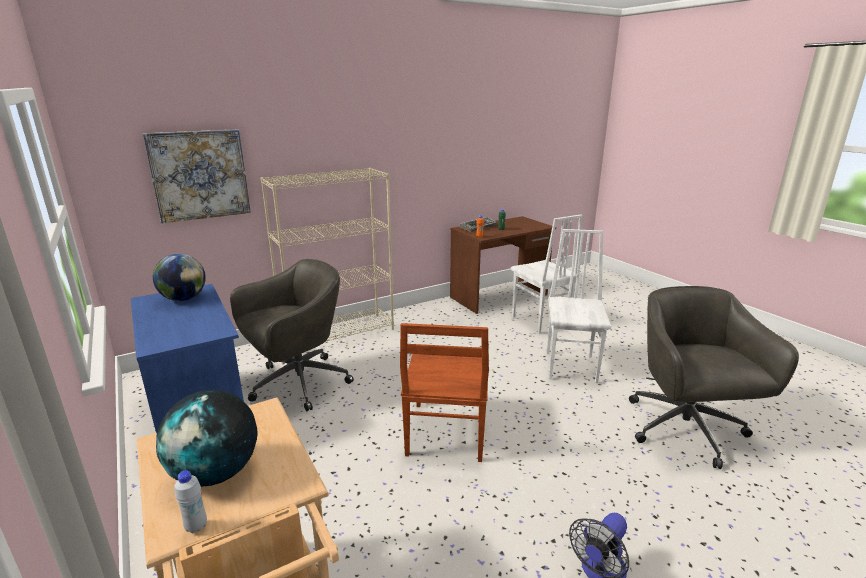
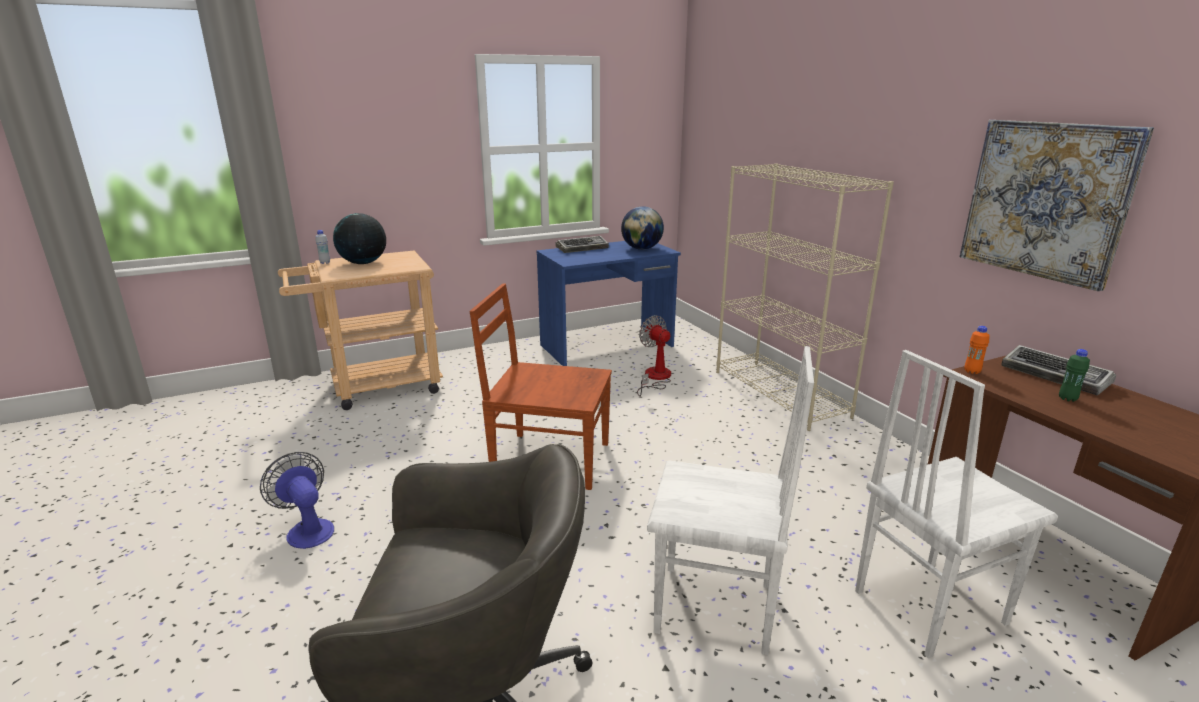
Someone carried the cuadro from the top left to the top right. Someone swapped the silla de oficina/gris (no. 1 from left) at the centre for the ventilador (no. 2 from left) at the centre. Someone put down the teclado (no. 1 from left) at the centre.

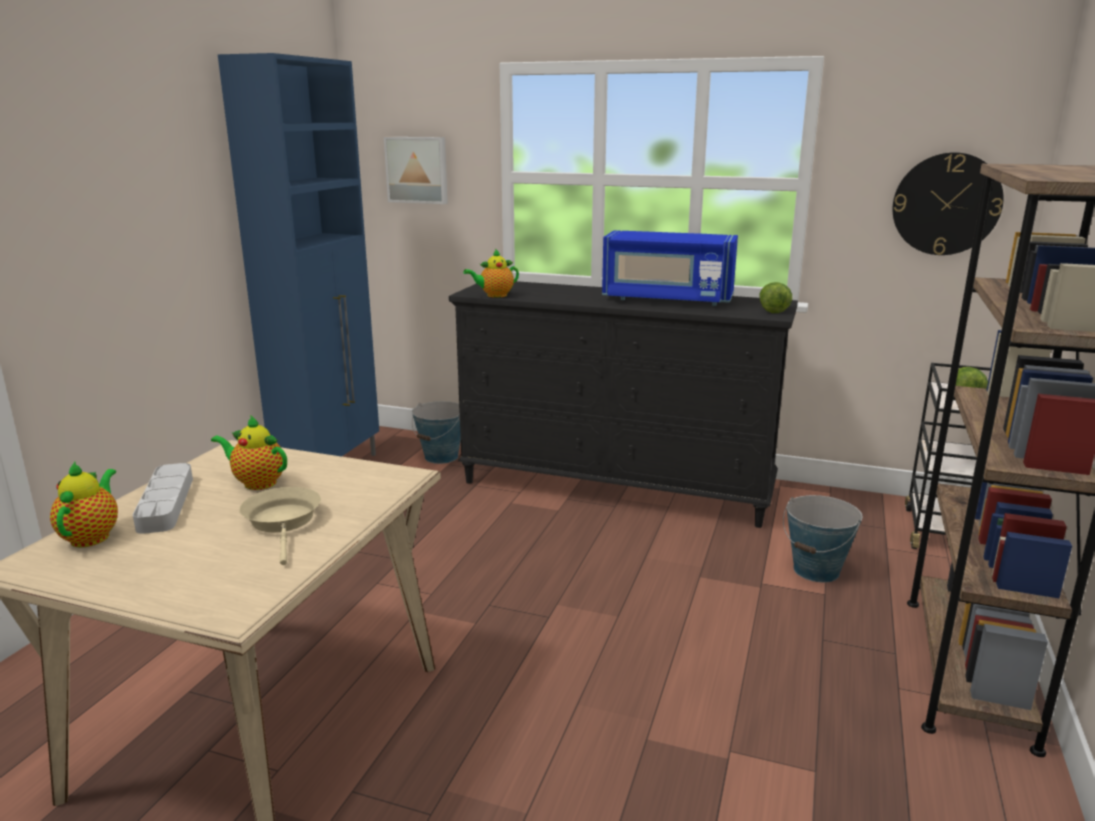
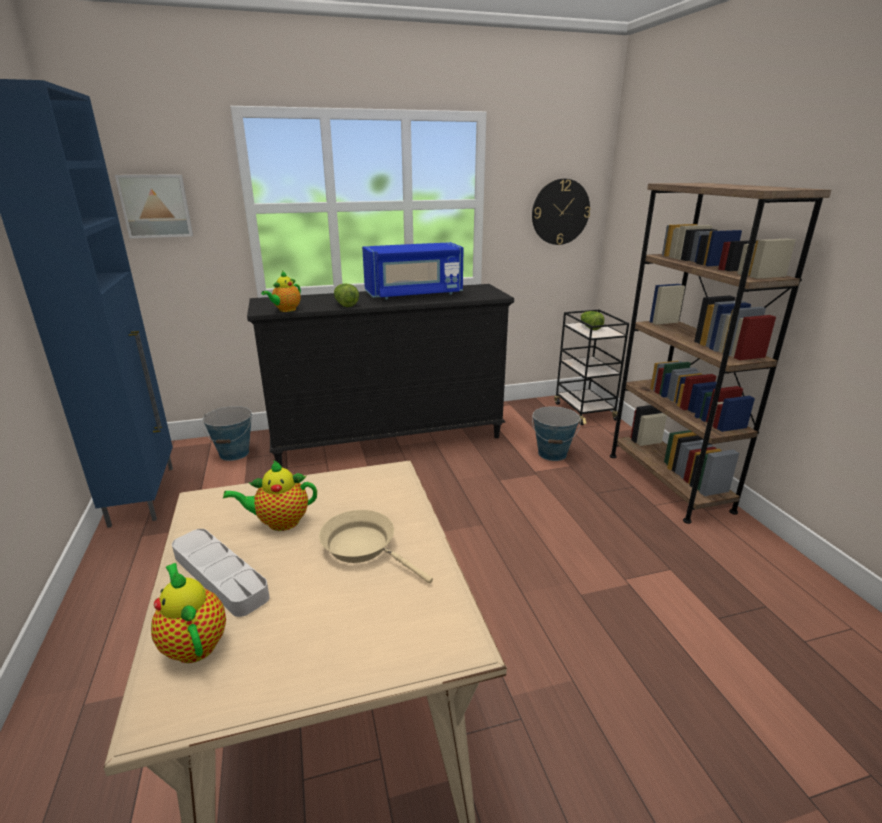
Someone carried the lechuga (no. 1 from left) from the middle right to the centre.

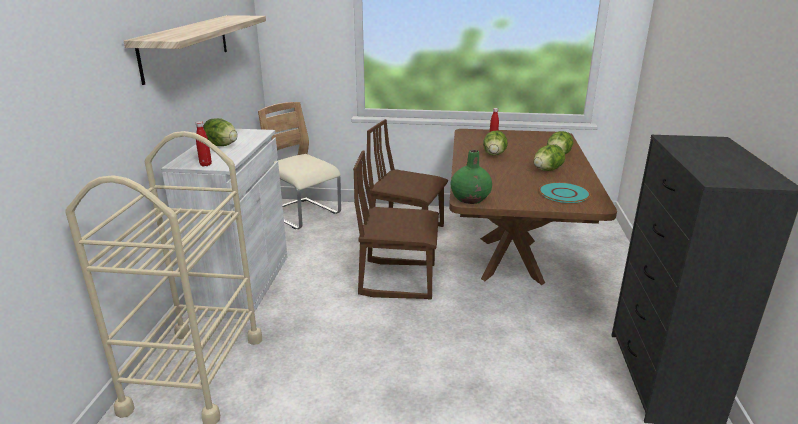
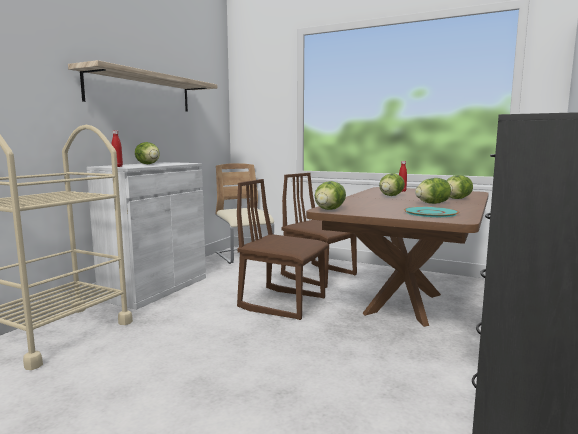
Someone swapped the florero/verde at the centre for the lechuga (no. 2 from left) at the centre.

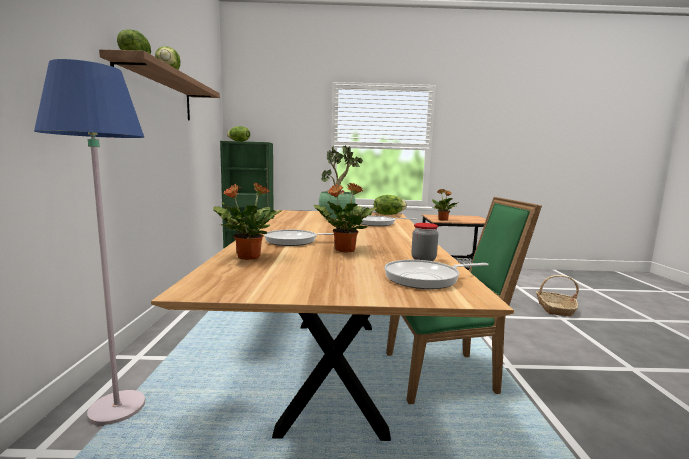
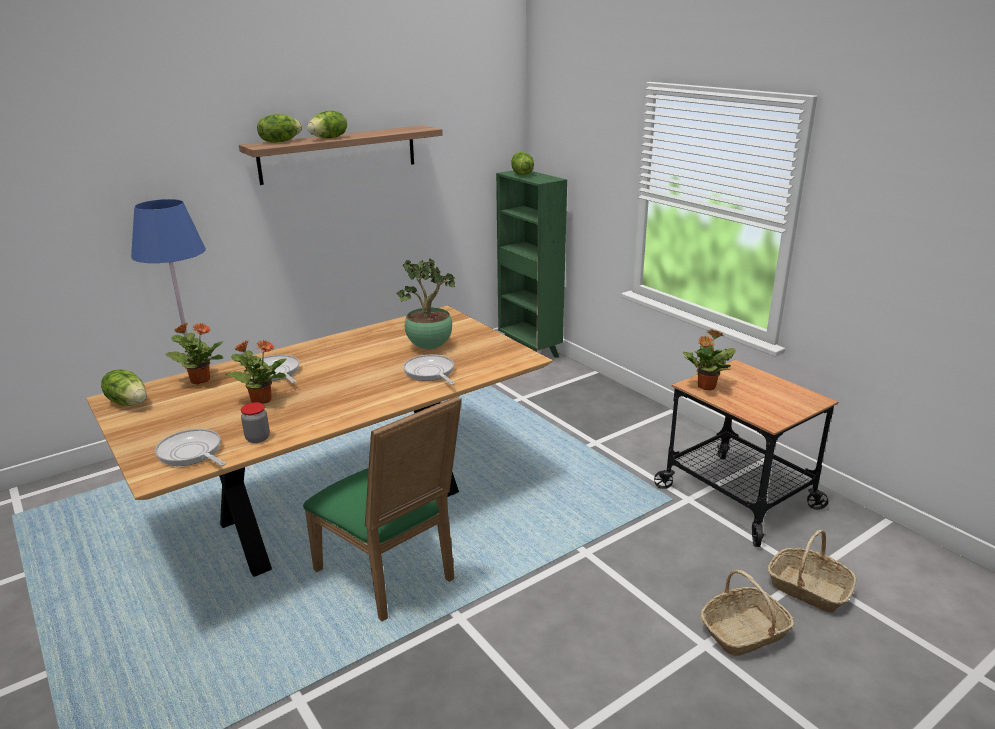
Someone carried the lechuga (no. 4 from left in the first image) from the centre to the middle left. Someone put down the cesta (no. 2 from left) at the bottom right.

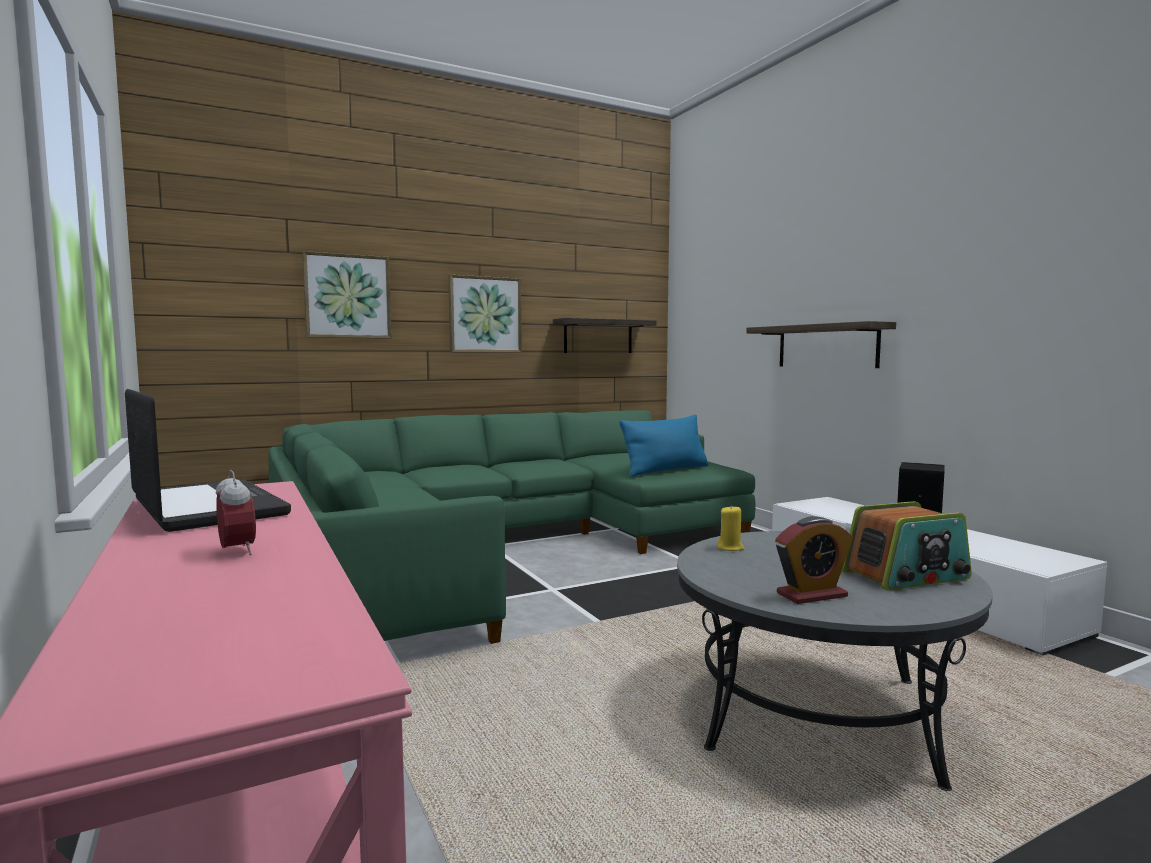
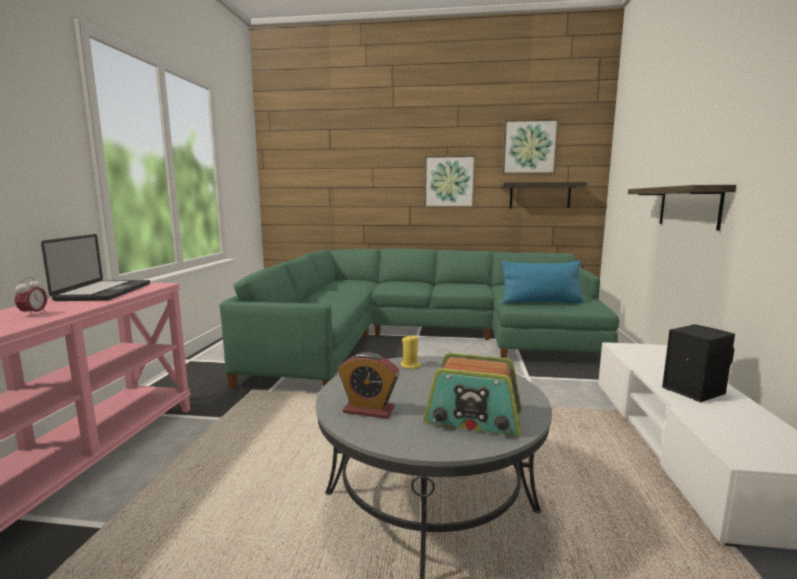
Someone carried the cuadro (no. 1 from left in the first image) from the middle left to the top centre.

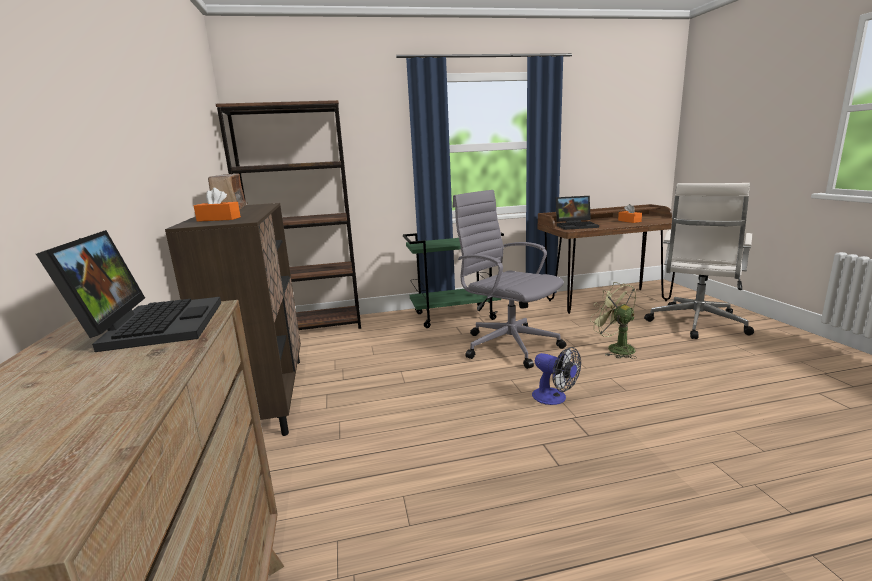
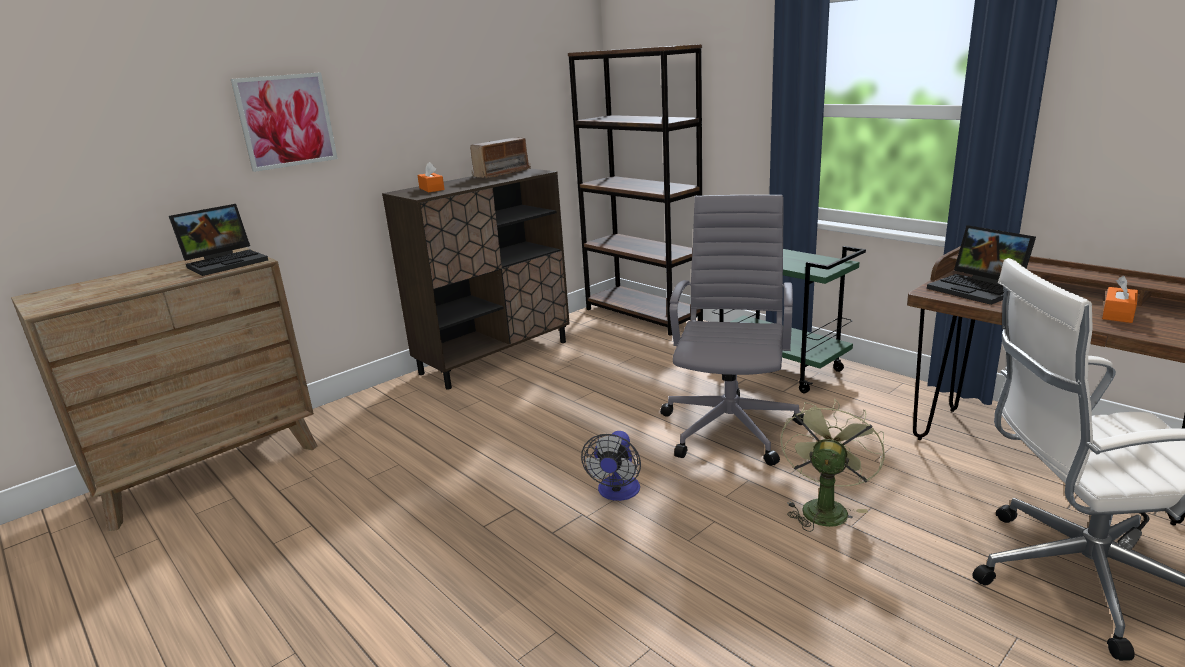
Someone put up the cuadro at the top left.

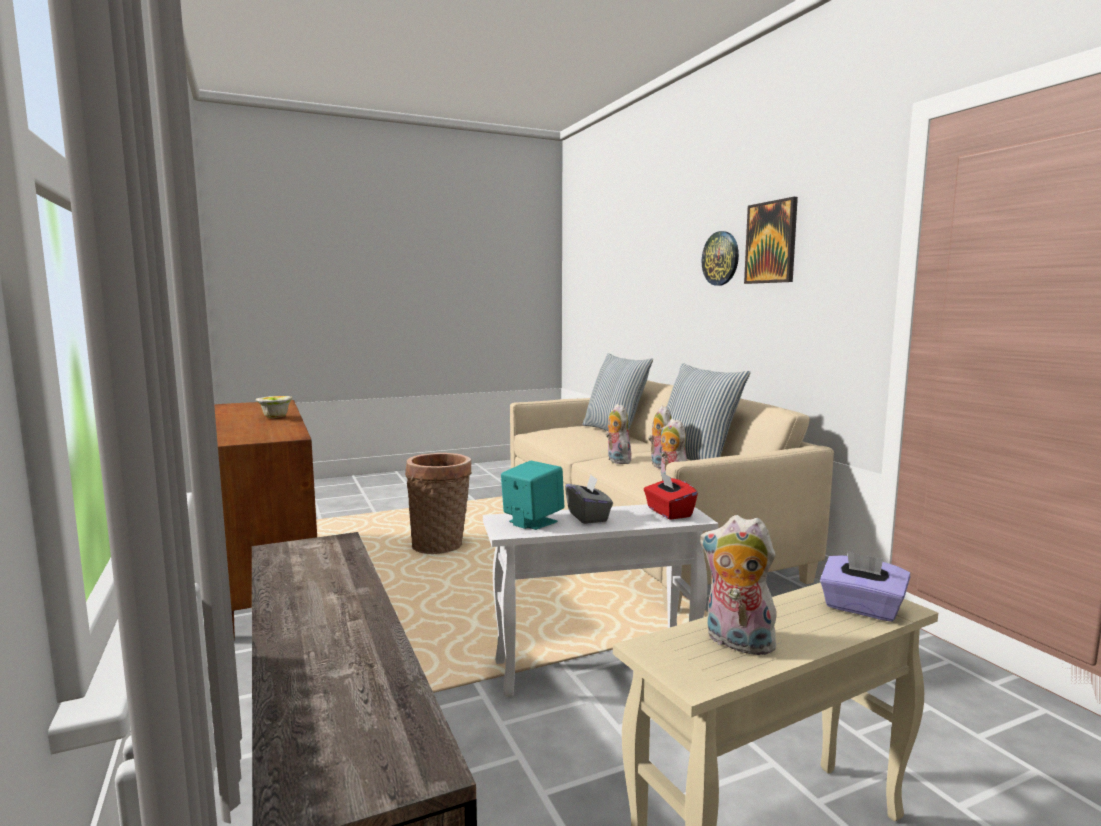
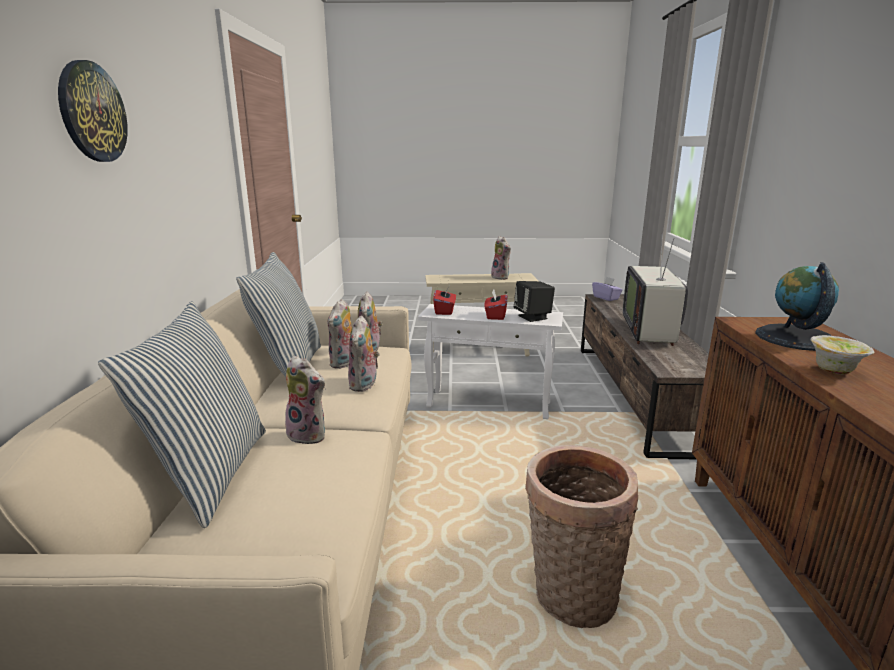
Someone repainted the altavoz/turquesa at the centre, which became the altavoz/negro at the centre. Someone repainted the caja de pañuelos/gris at the centre, which became the caja de pañuelos/rojo (no. 2 from left) at the centre. Someone took away the cuadro at the top right. Someone carried the caja de pañuelos/morado from the bottom right to the middle right. Someone put down the peluche (no. 1 from left) at the centre. Someone put down the televisor at the middle right. Someone put down the globo terráqueo at the middle right.

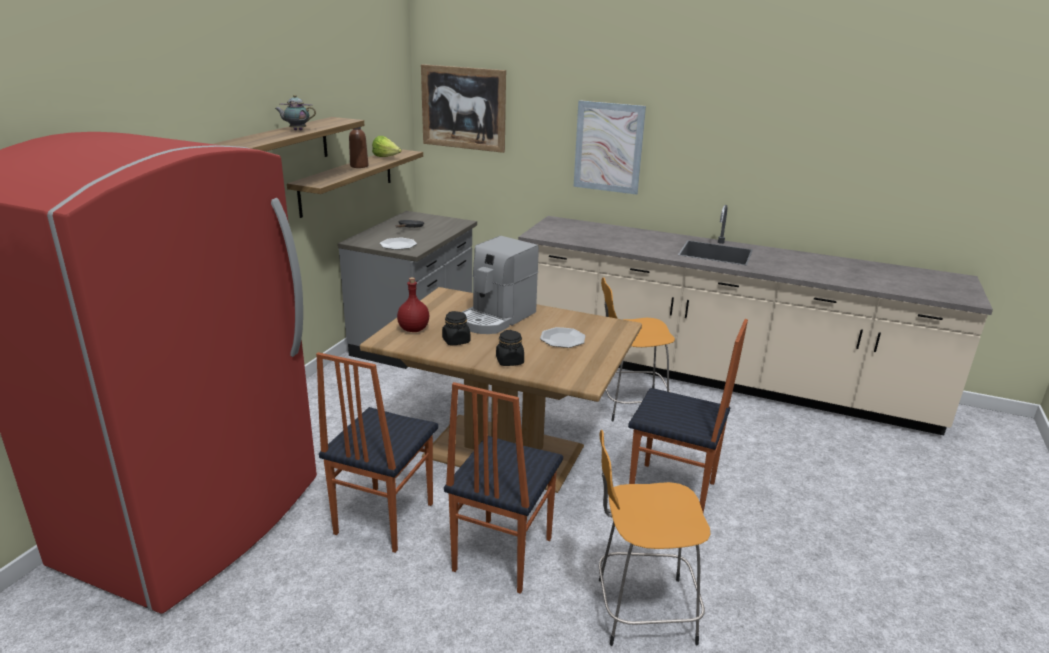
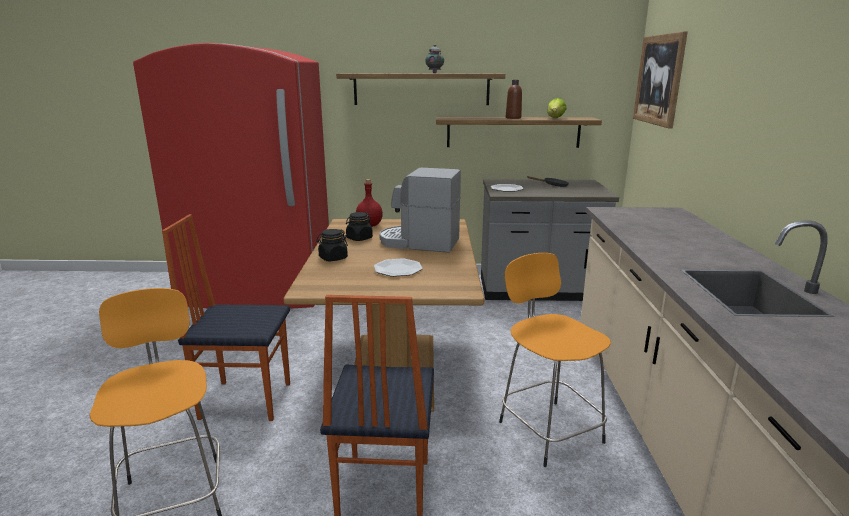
Someone took away the silla (no. 1 from left) at the bottom centre. Someone took away the cuadro (no. 2 from left) at the top centre.

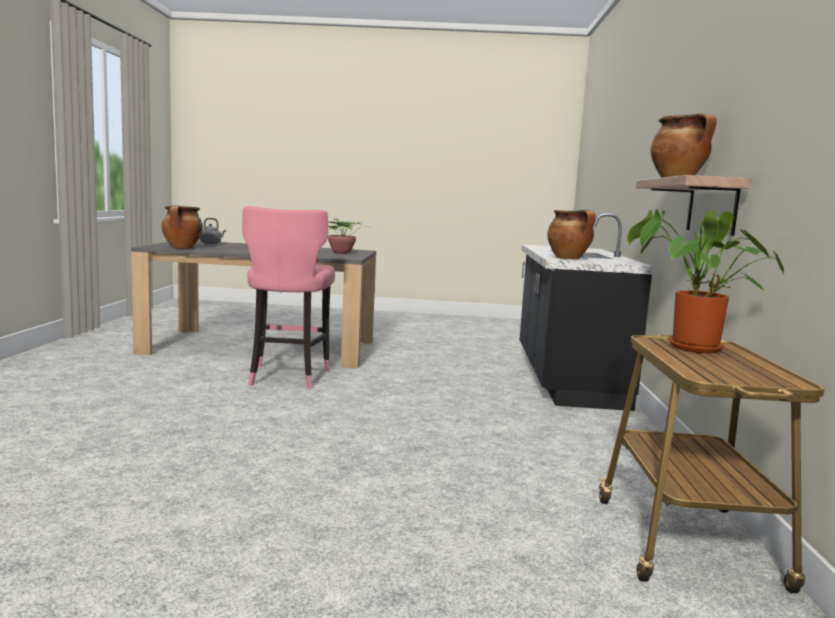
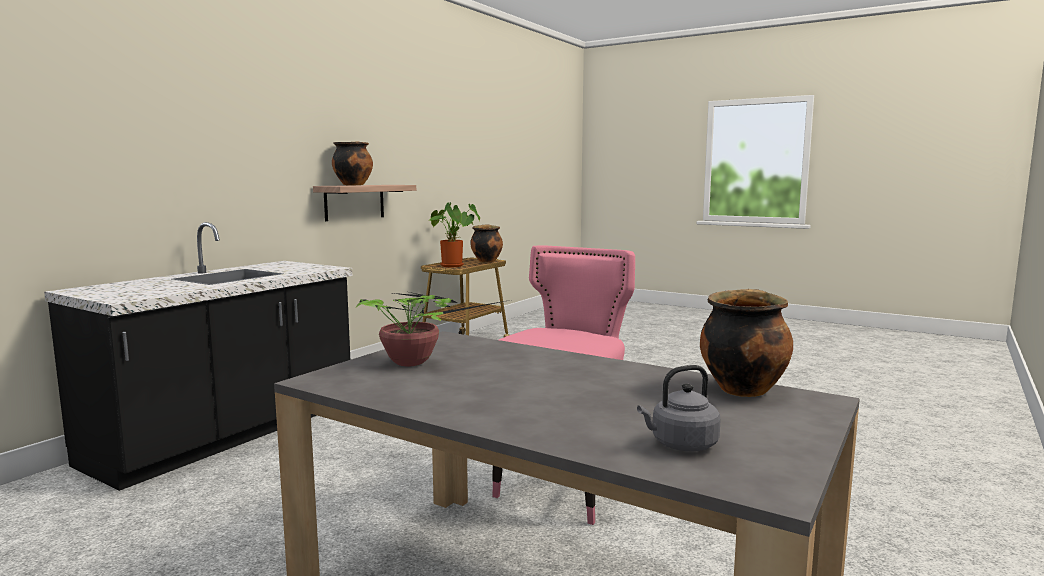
Someone carried the olla (no. 2 from left) from the middle right to the centre.

